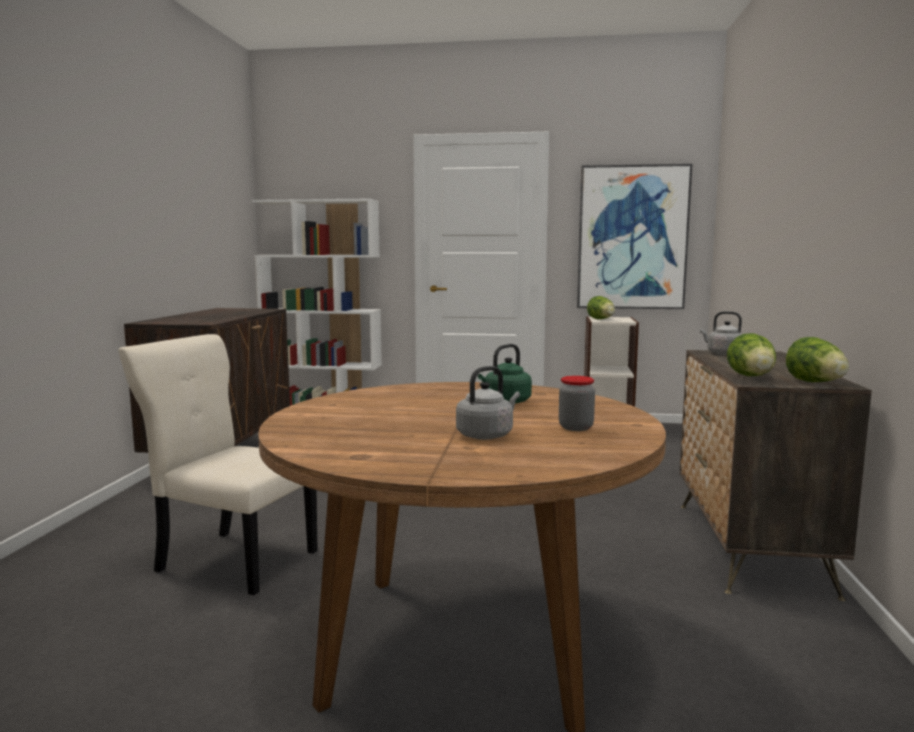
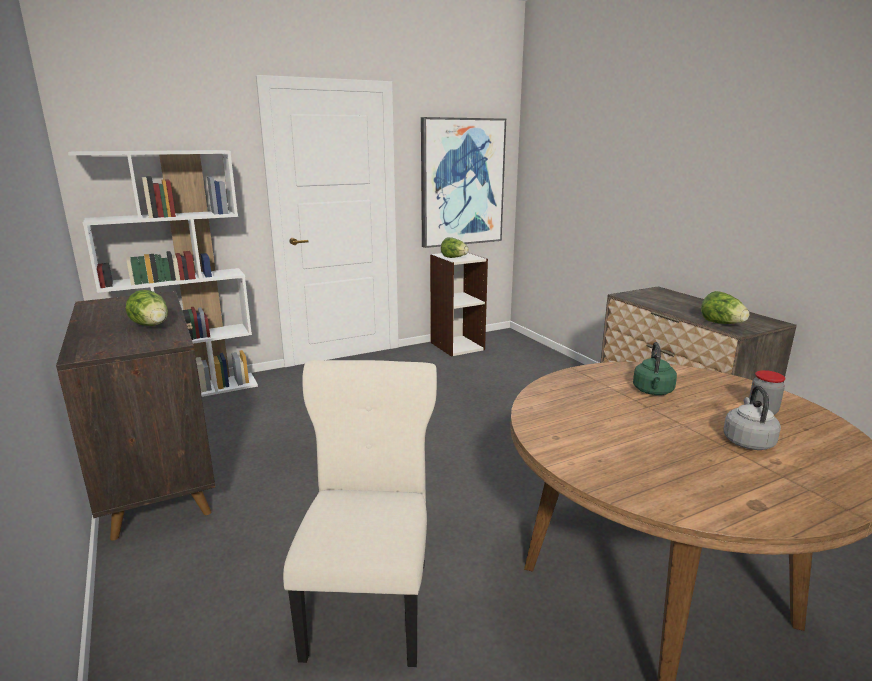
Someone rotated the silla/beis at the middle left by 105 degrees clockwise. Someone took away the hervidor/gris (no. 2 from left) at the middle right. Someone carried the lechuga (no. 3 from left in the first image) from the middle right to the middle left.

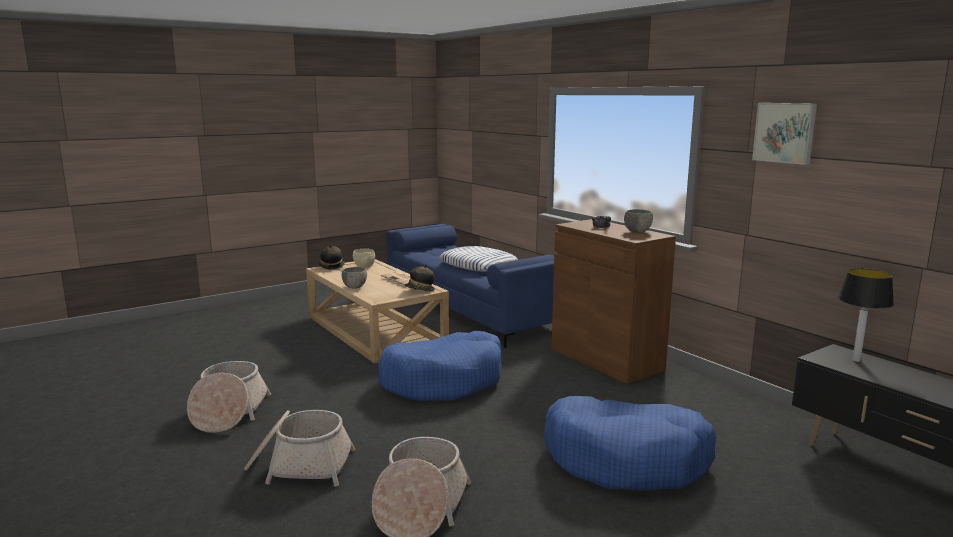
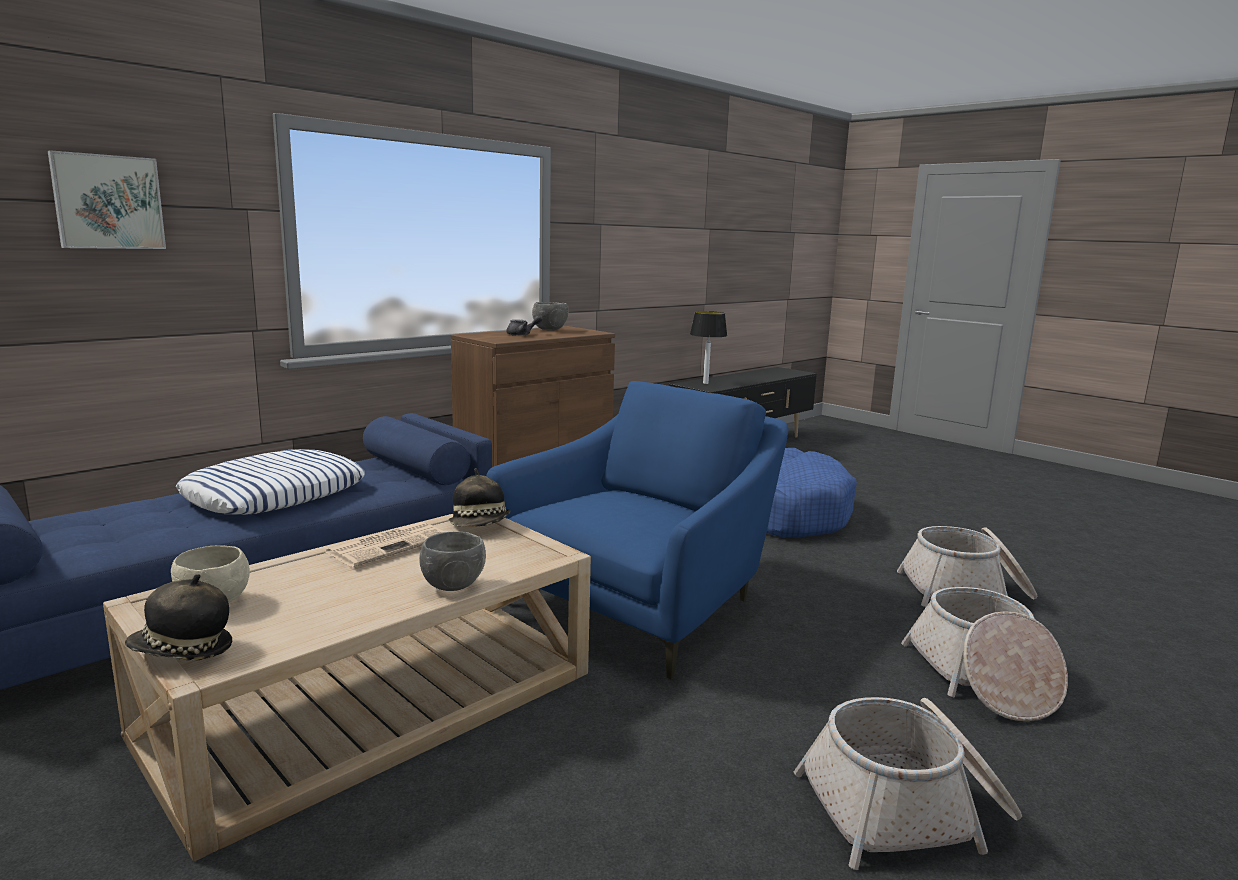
Someone swapped the cama para perro/azul (no. 1 from left) at the bottom centre for the sillón/azul at the centre. Someone carried the cuadro from the top right to the top left.

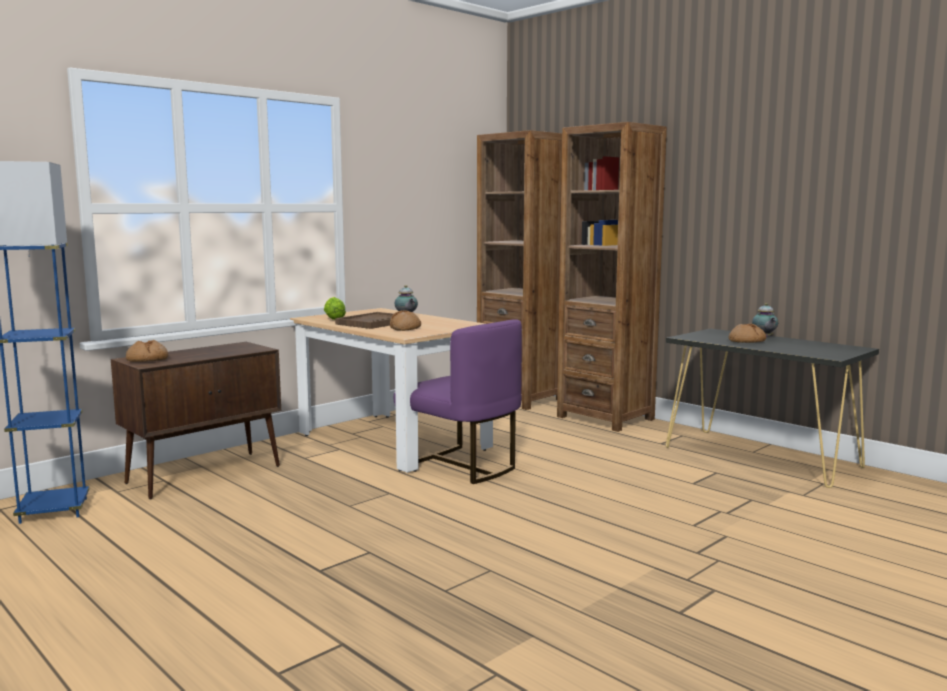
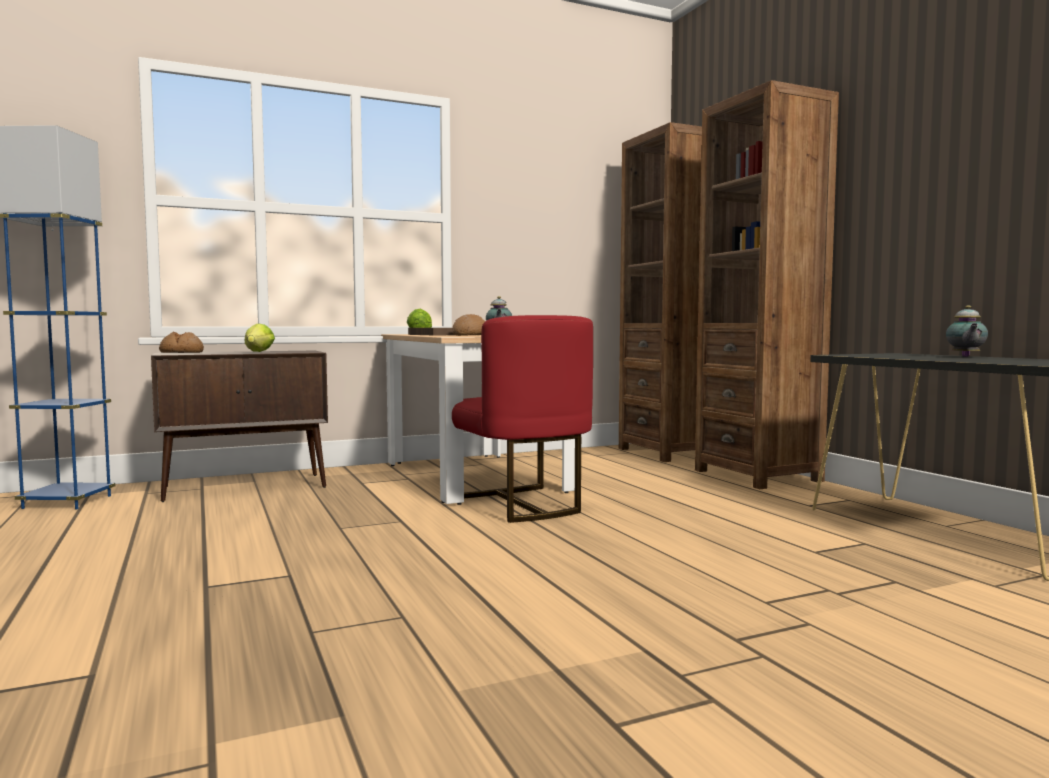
Someone repainted the silla/morado at the centre, which became the silla/rojo at the centre. Someone took away the pan (no. 3 from left) at the middle right. Someone put down the lechuga (no. 1 from left) at the middle left.

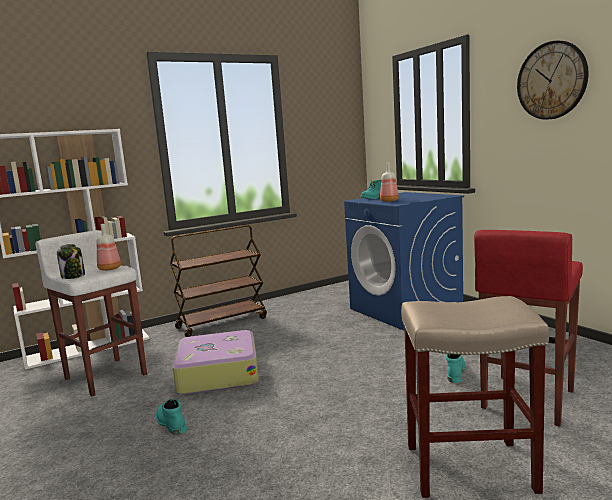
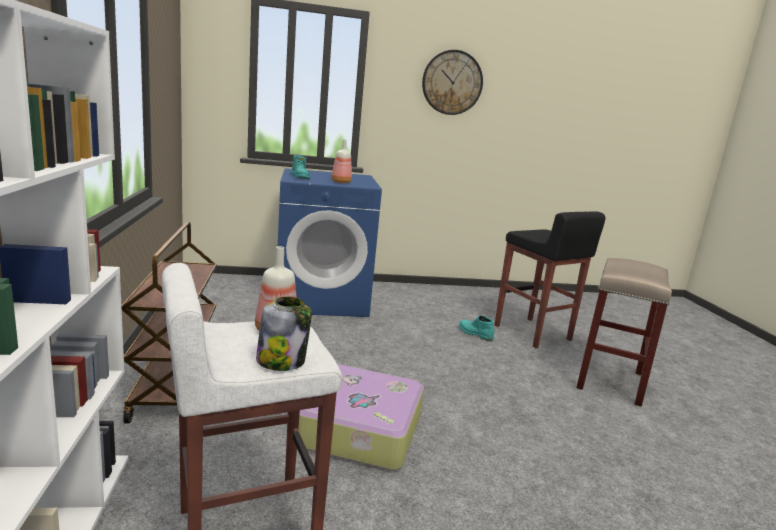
Someone took away the bota/turquesa (no. 1 from left) at the bottom left. Someone repainted the taburete/rojo at the middle right, which became the taburete/negro at the middle right.

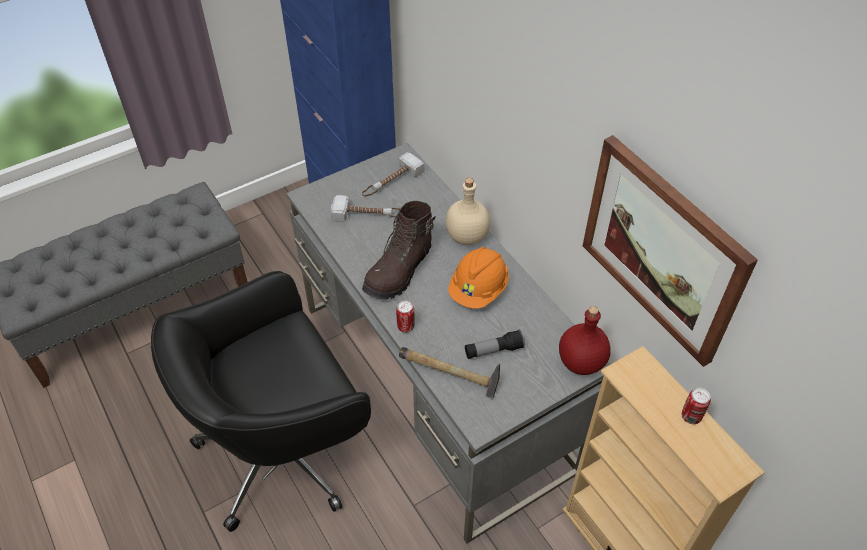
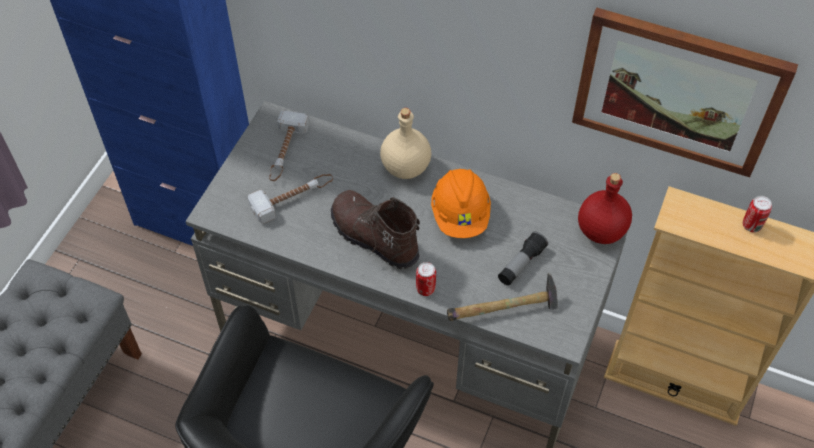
Someone rotated the bota/marrón at the centre by 135 degrees clockwise.

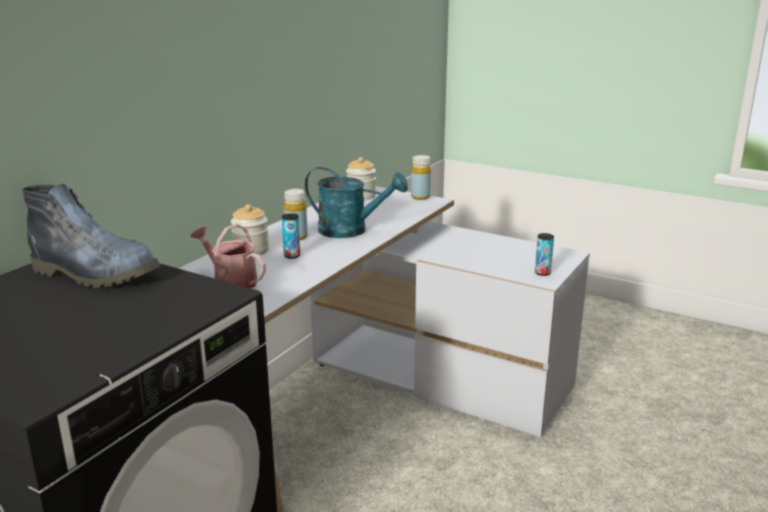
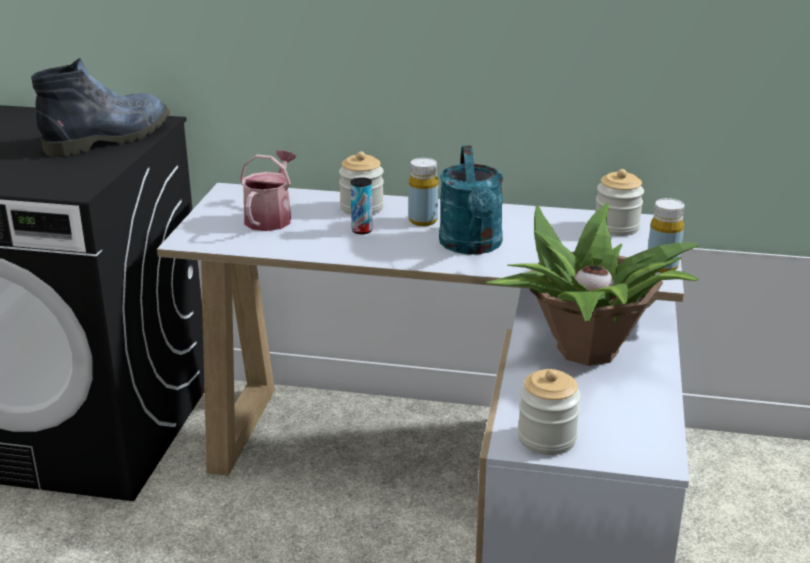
Someone rotated the bota at the middle left by 135 degrees counterclockwise. Someone swapped the lata (no. 2 from left) at the middle right for the tarro (no. 2 from left) at the bottom right. Someone put down the planta en maceta at the middle right.

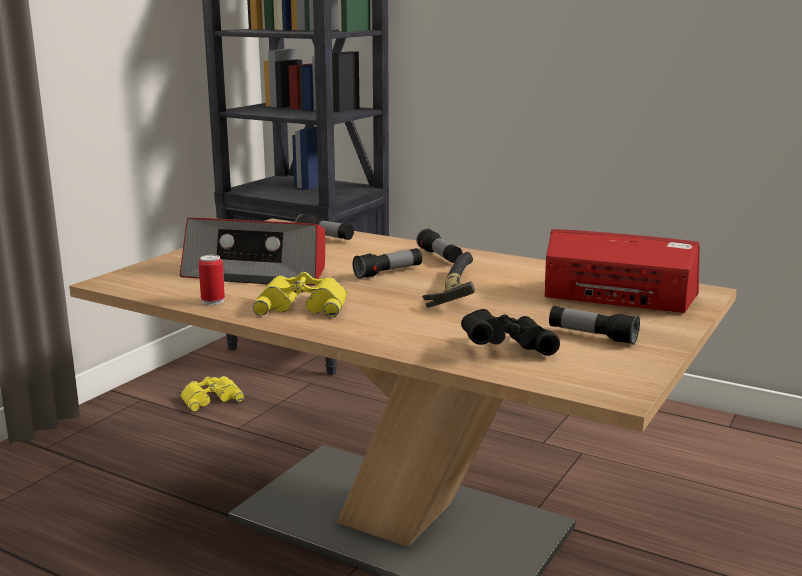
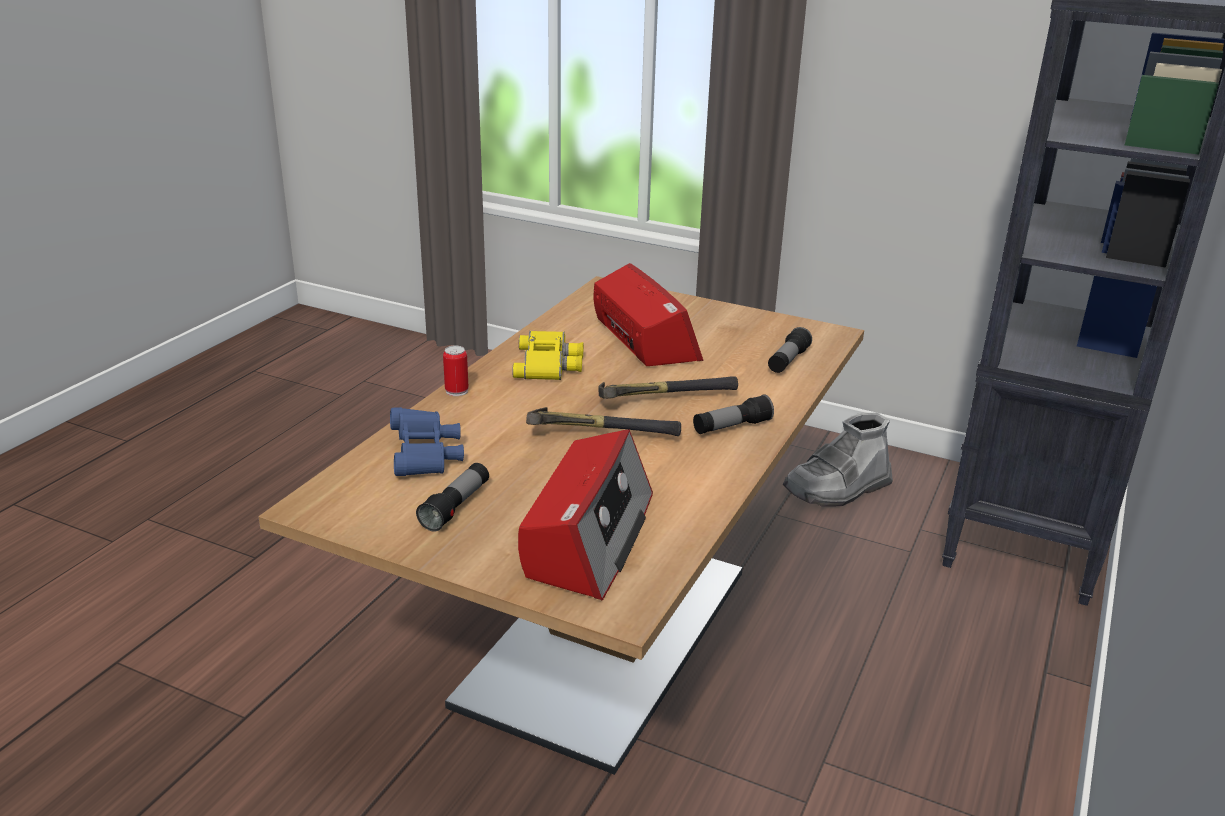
Someone rotated the radio (no. 1 from left in the first image) at the middle left by 150 degrees clockwise. Someone swapped the prismáticos/amarillo (no. 1 from left) at the bottom left for the bota/gris at the middle right. Someone carried the lata from the middle left to the centre. Someone swapped the linterna (no. 2 from left) at the centre for the martillo (no. 2 from left) at the centre. Someone repainted the prismáticos/negro at the centre, which became the prismáticos/azul at the centre.

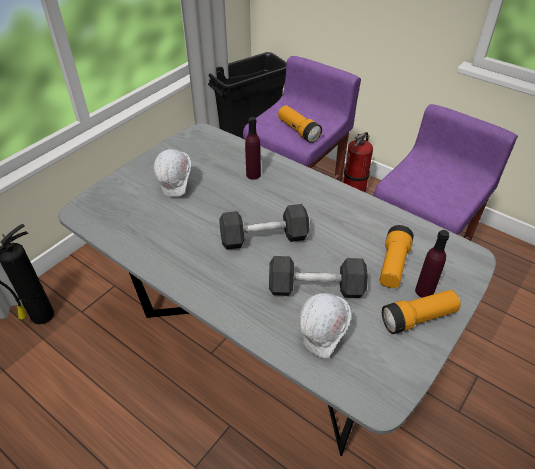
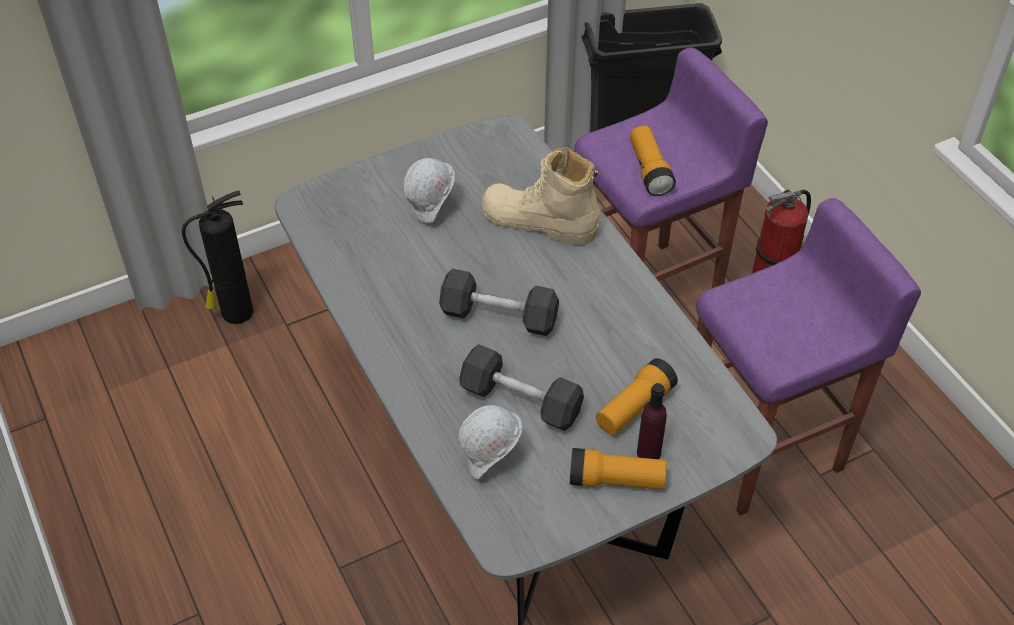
Someone swapped the botella/morado (no. 1 from left) at the top centre for the bota/beis at the top centre.

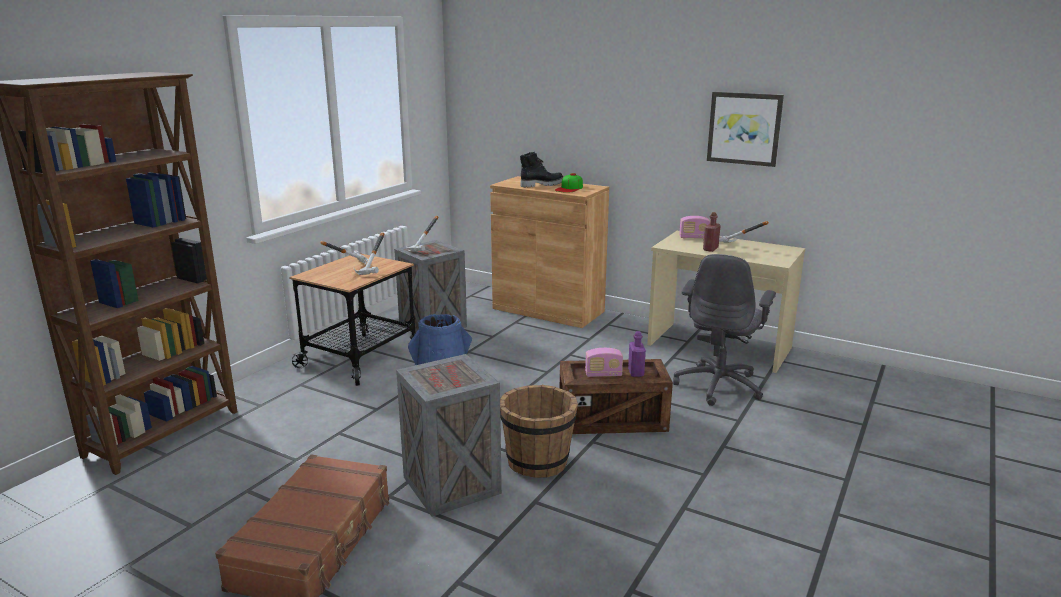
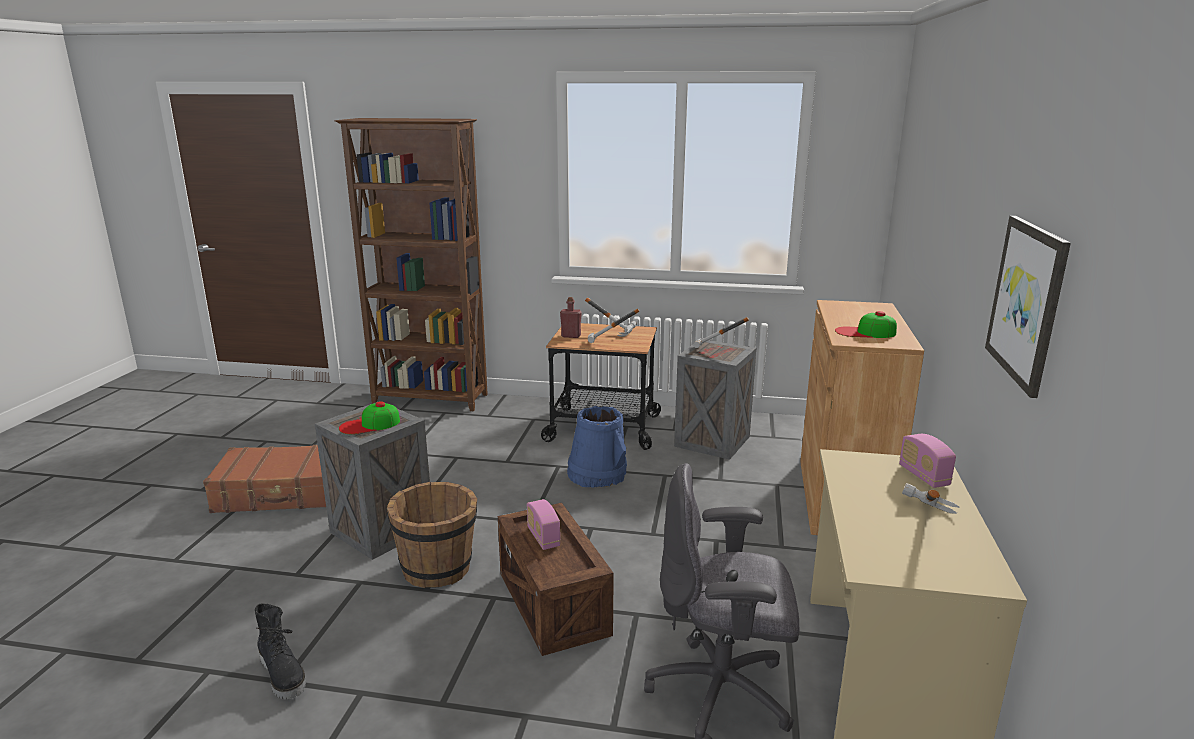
Someone carried the bota/negro from the top centre to the bottom left. Someone took away the botella/morado at the centre. Someone carried the botella/rojo from the middle right to the centre. Someone put down the gorra (no. 1 from left) at the middle left.

